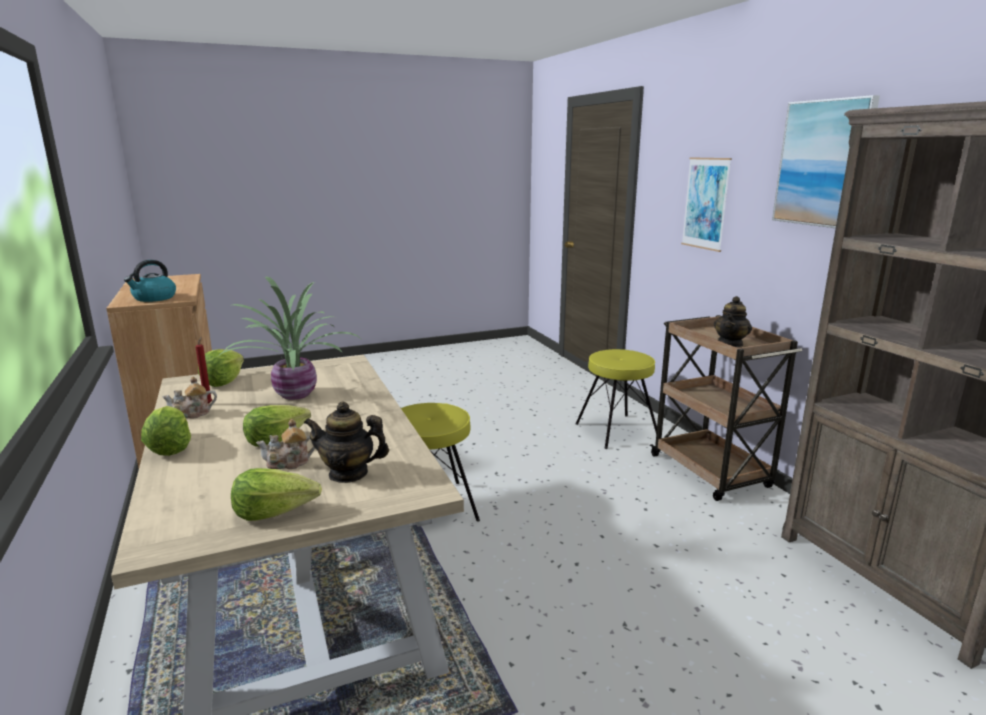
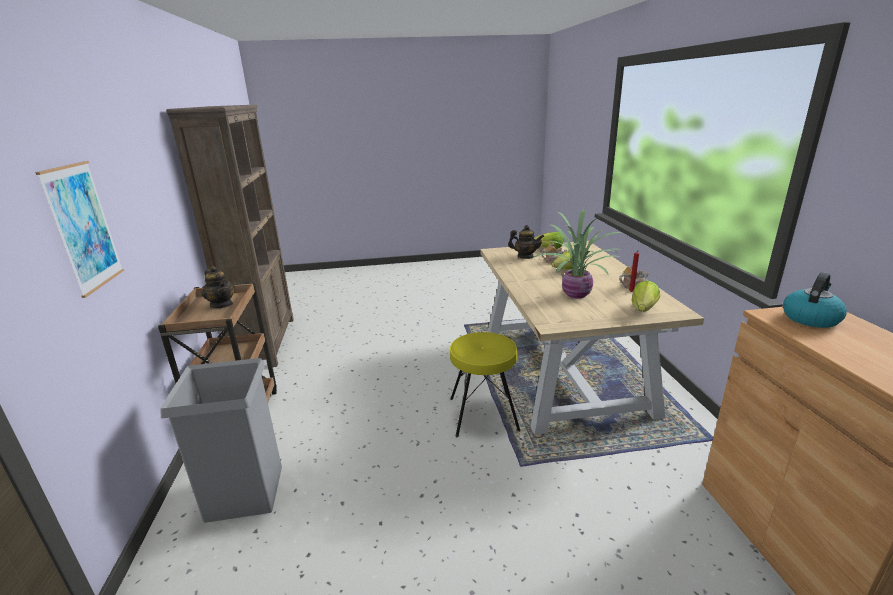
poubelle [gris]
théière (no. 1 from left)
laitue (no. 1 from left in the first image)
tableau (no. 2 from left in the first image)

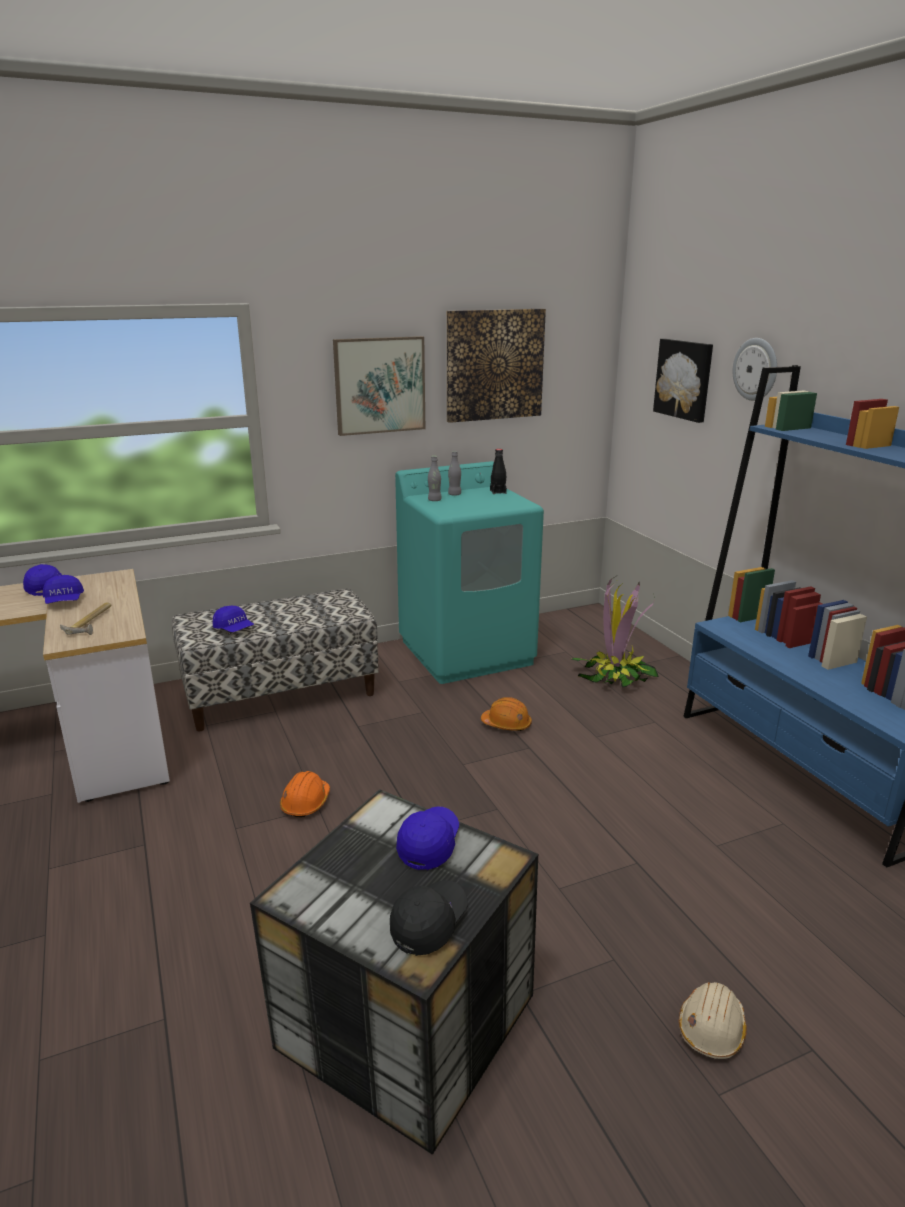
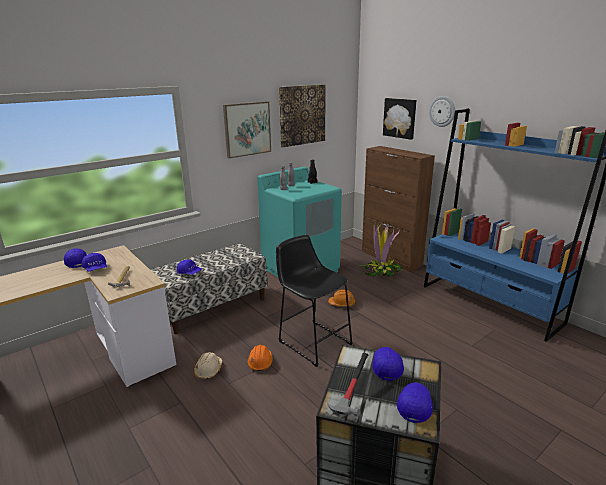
casque de chantier [beige]
tabouret [noir]
marteau (no. 2 from left)
meuble de rangement [marron]
casquette [bleu] (no. 5 from left)

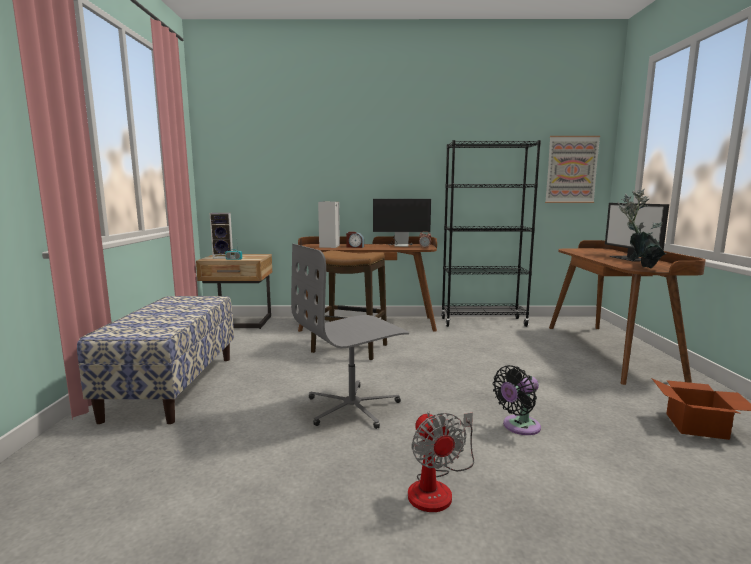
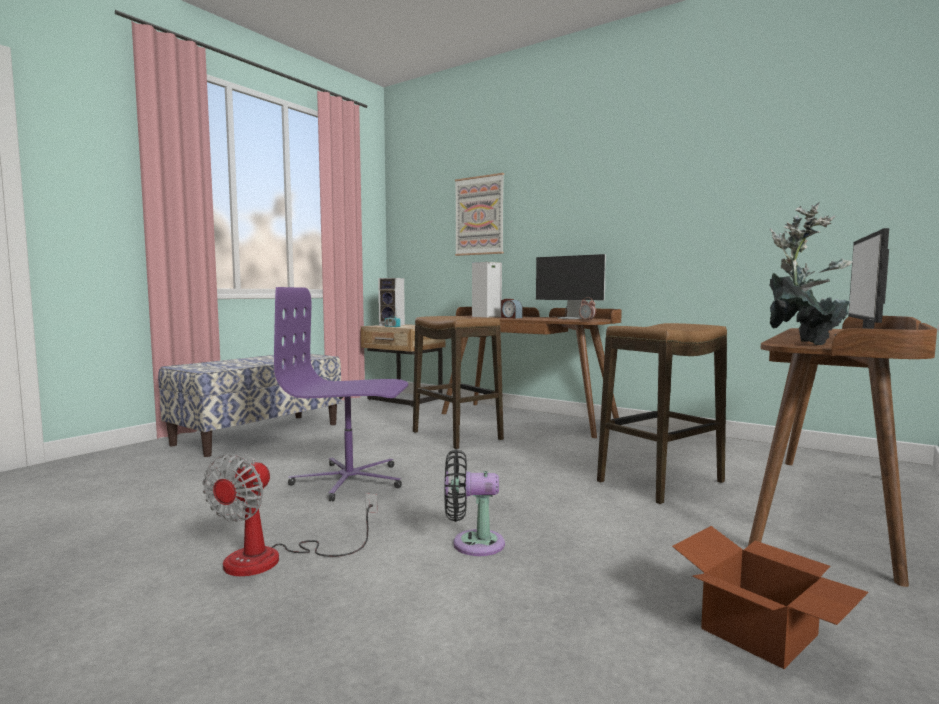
chaise de bureau [violet]
tableau
tabouret (no. 2 from left)
bibliothèque [noir]

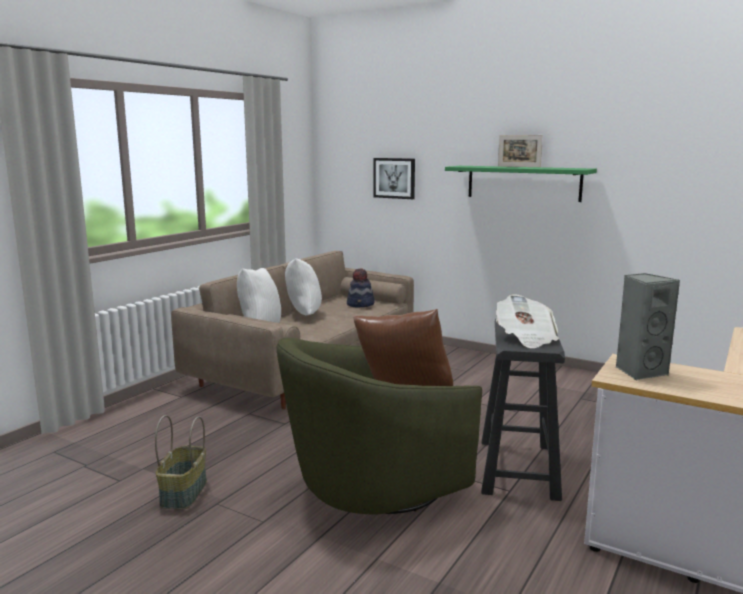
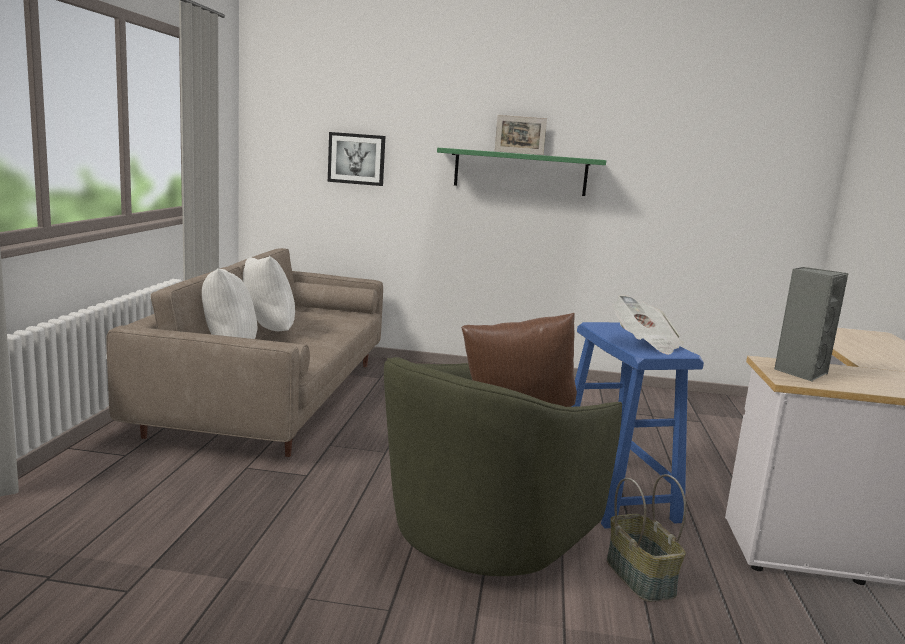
tabouret [bleu]
panier
chapeau

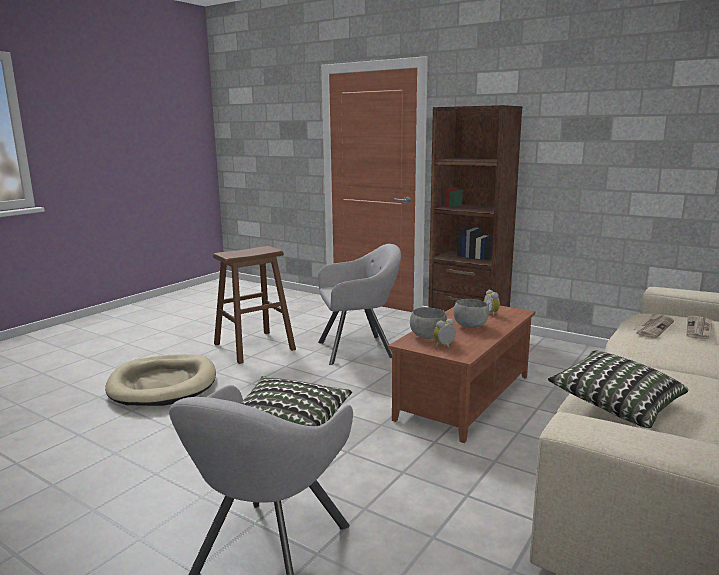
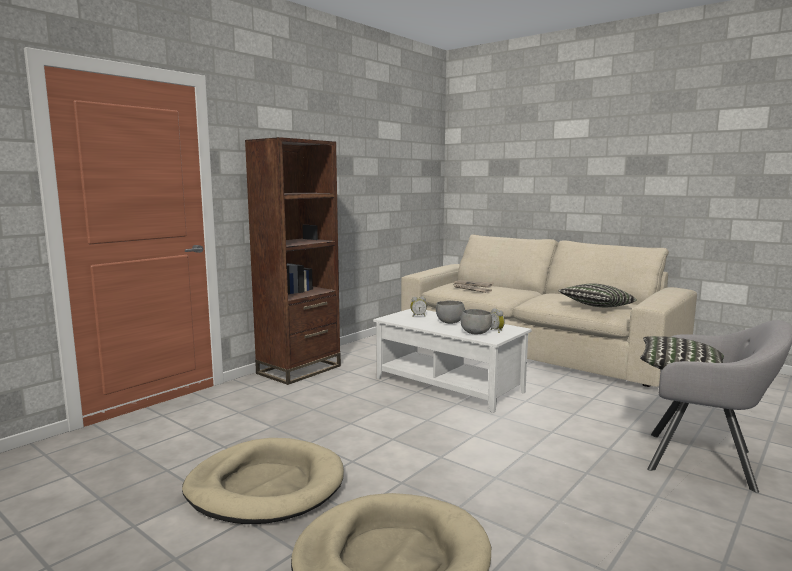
panier pour chien [beige] (no. 1 from left)
table basse [blanc]
fauteuil [gris] (no. 2 from left in the first image)

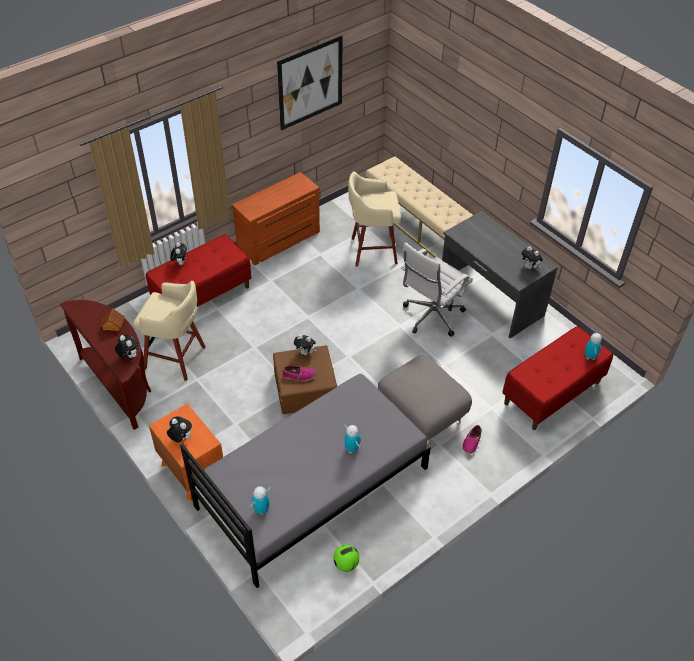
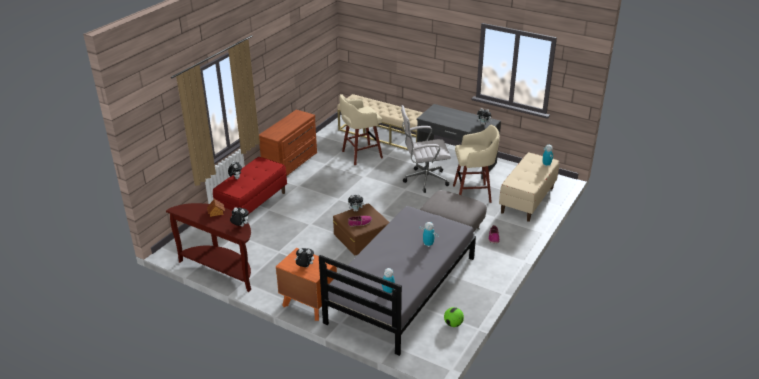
chaise de bureau [blanc]
tabouret [beige] (no. 2 from left)
banc [beige] (no. 2 from left)
tableau

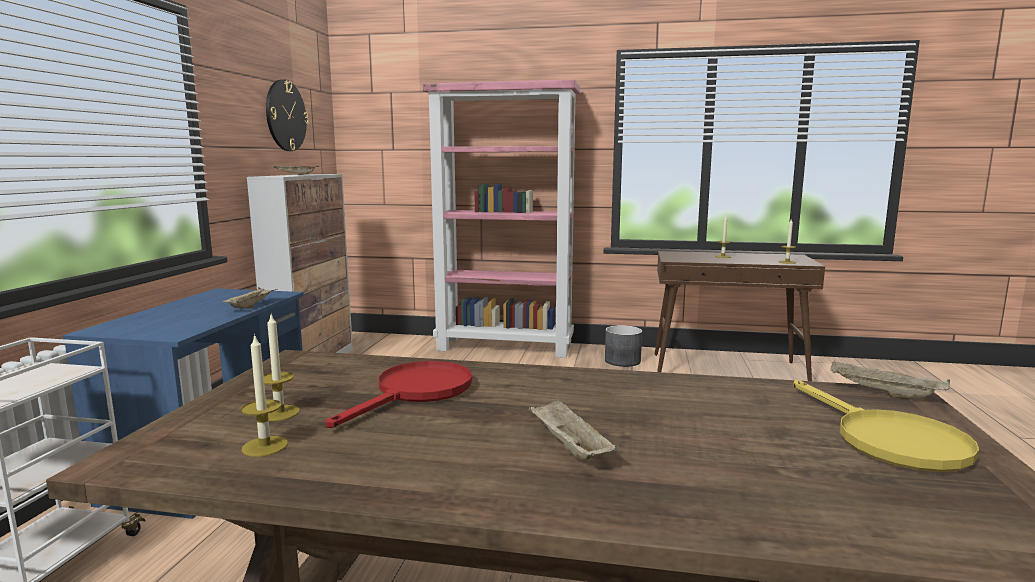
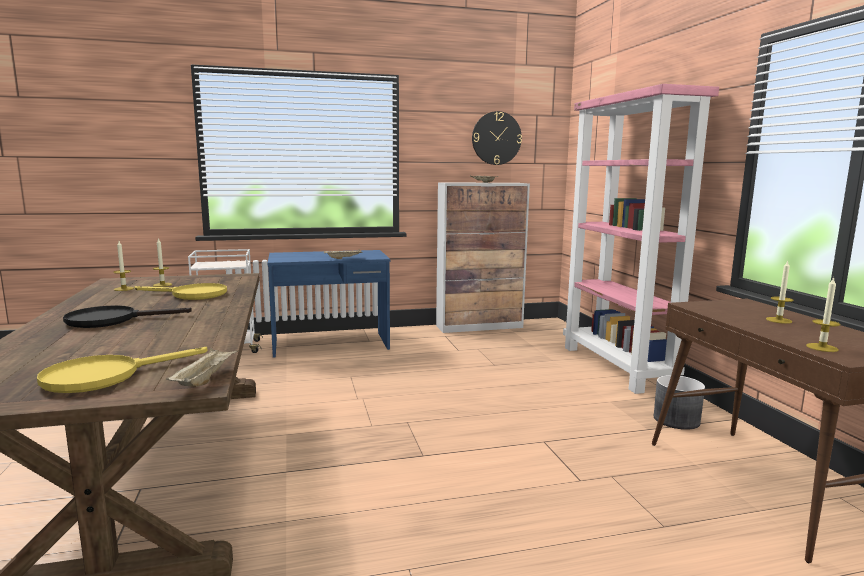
poêle [noir]
poêle [jaune] (no. 2 from left)

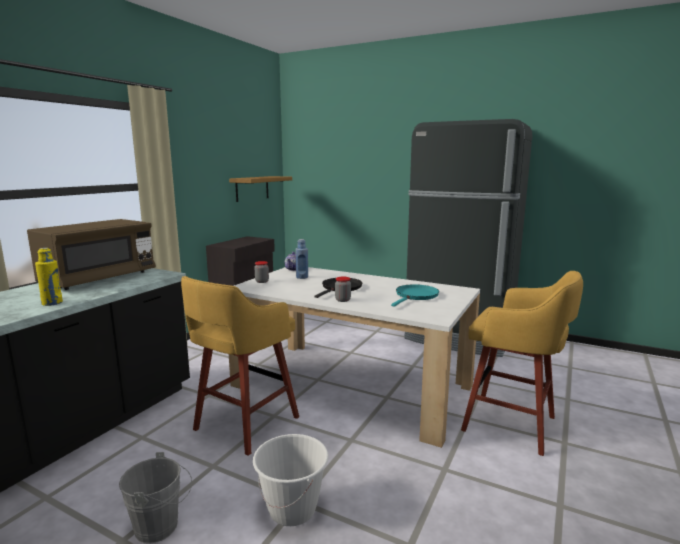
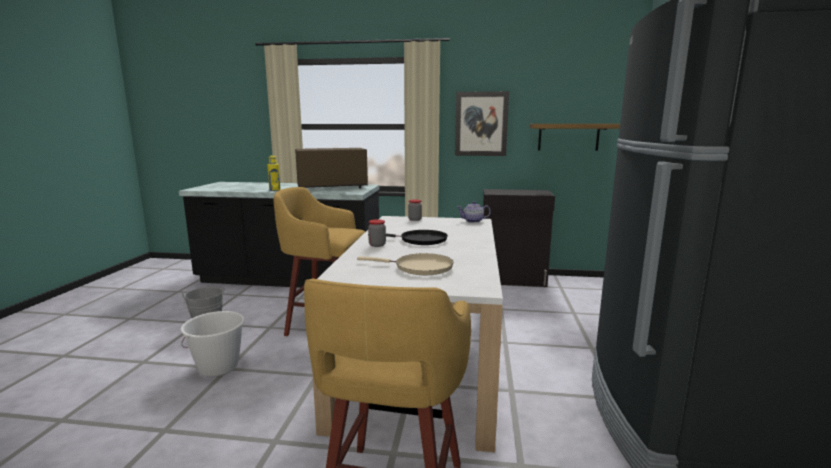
micro-ondes [marron]
poêle [beige]
tableau
bouteille [bleu]

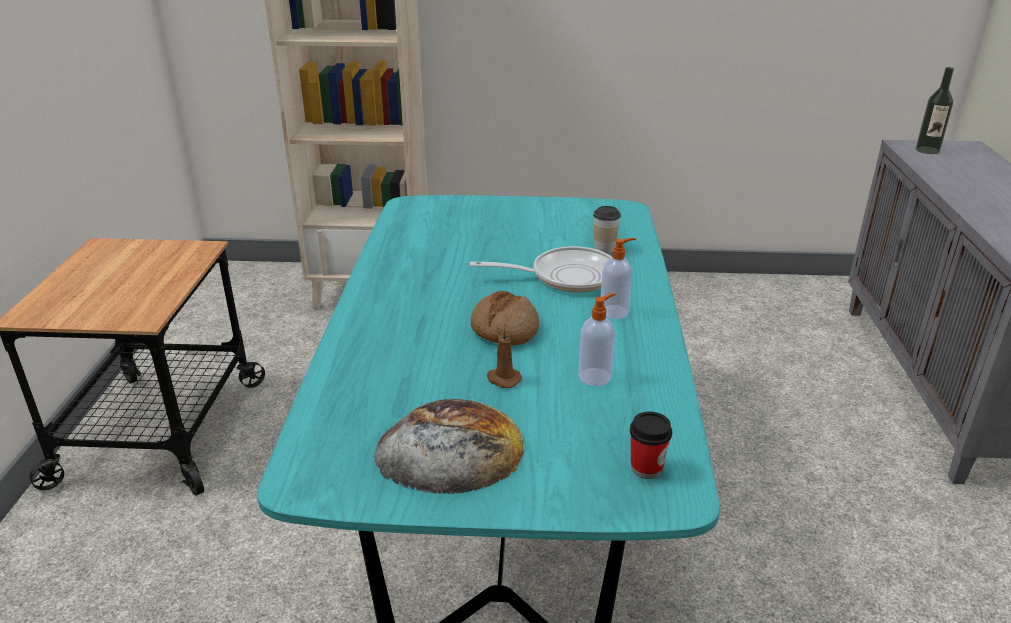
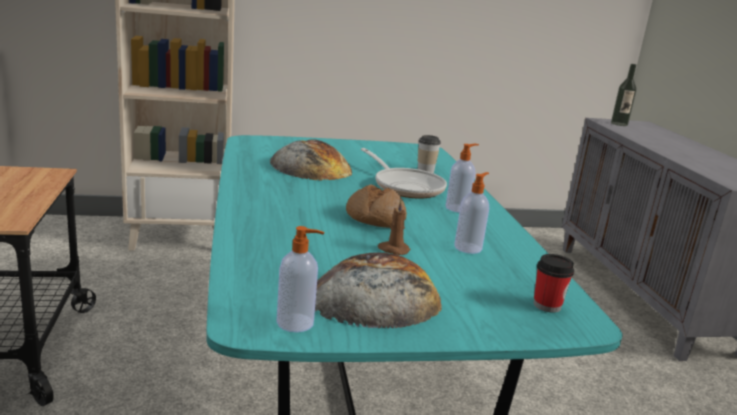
pain (no. 1 from left)
distributeur de savon (no. 1 from left)
poêle

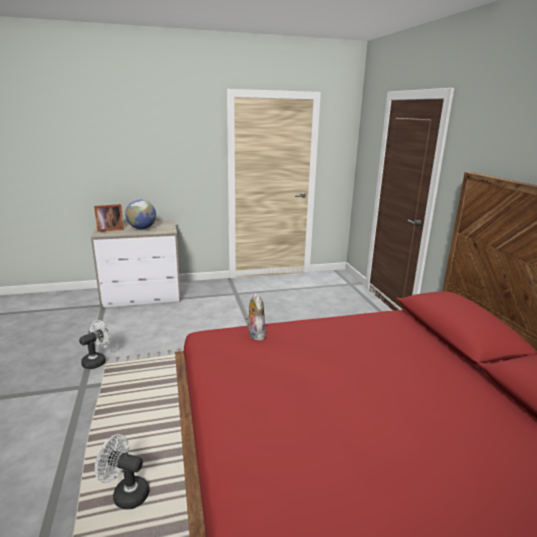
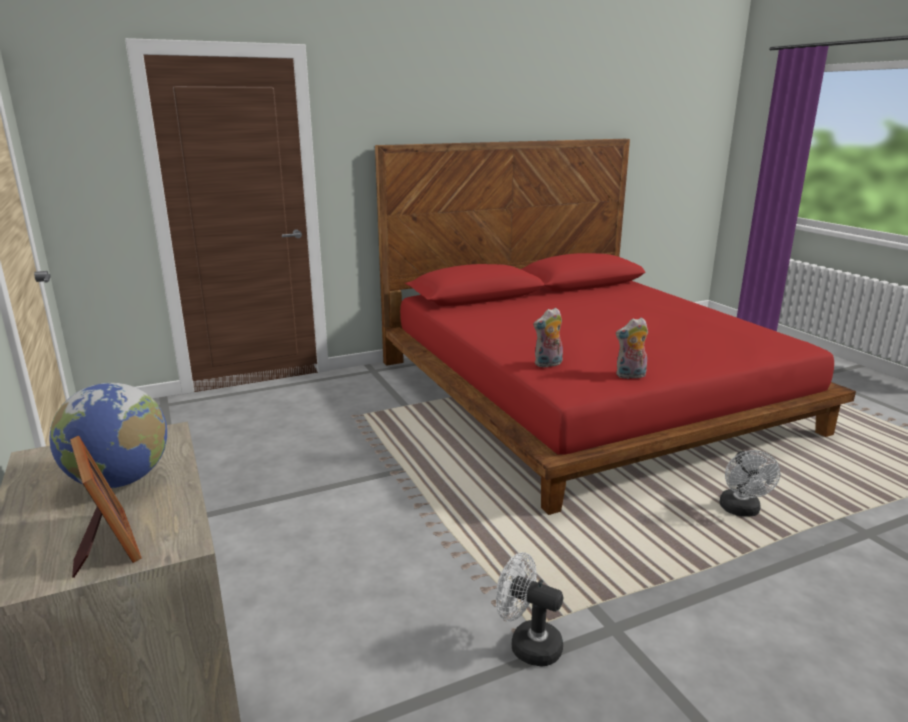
peluche (no. 2 from left)

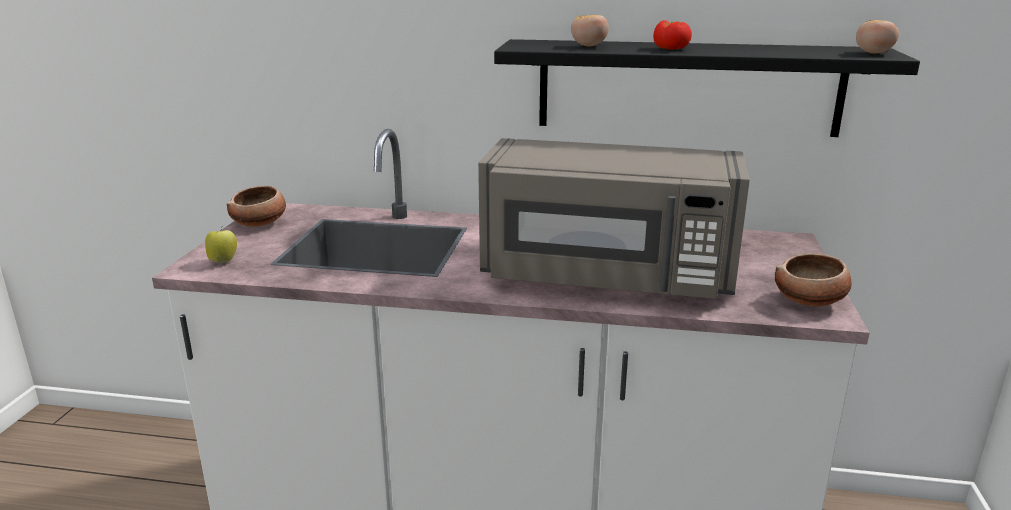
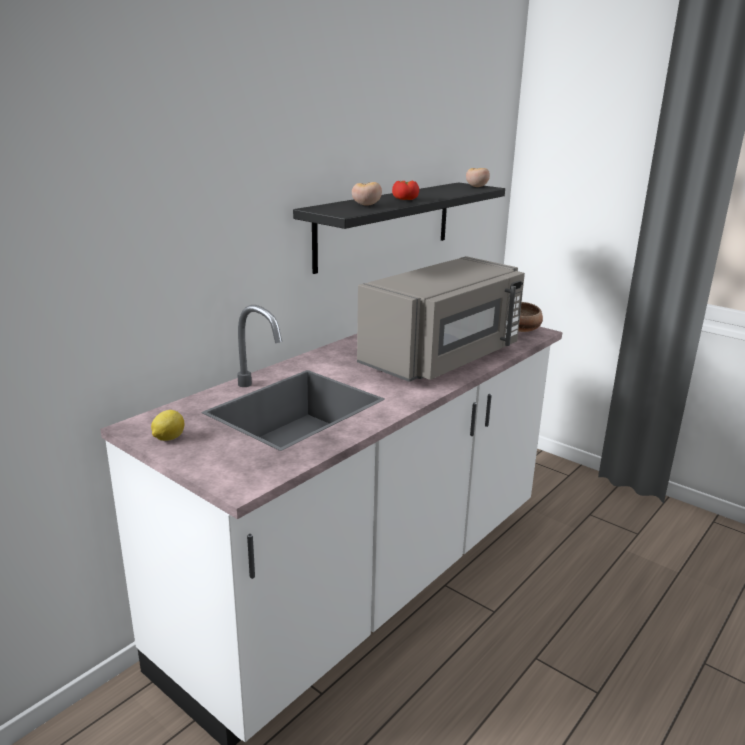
citron
pomme

